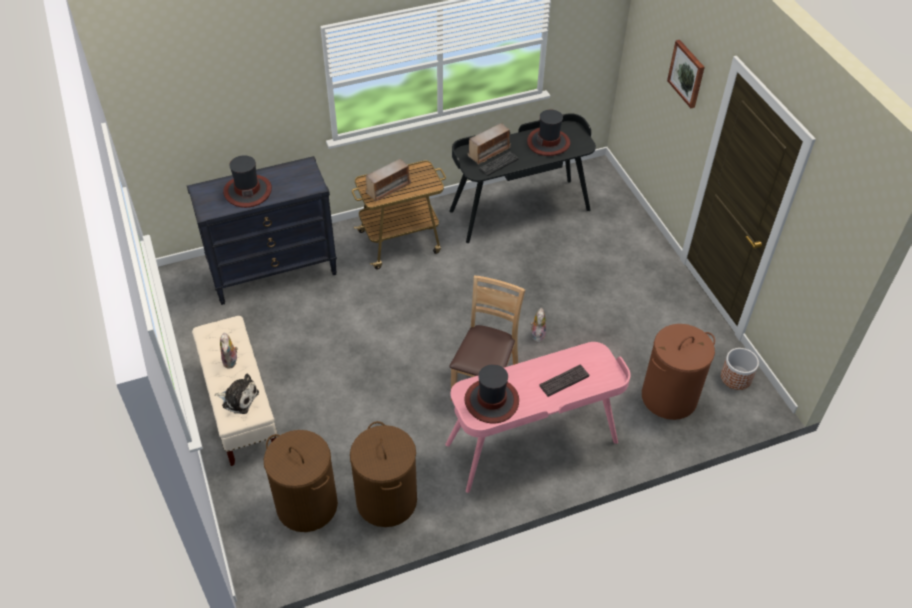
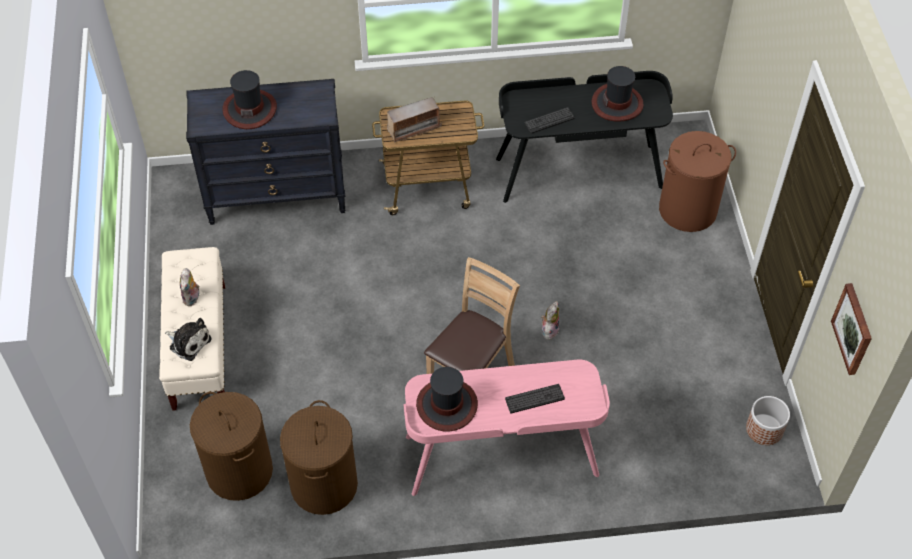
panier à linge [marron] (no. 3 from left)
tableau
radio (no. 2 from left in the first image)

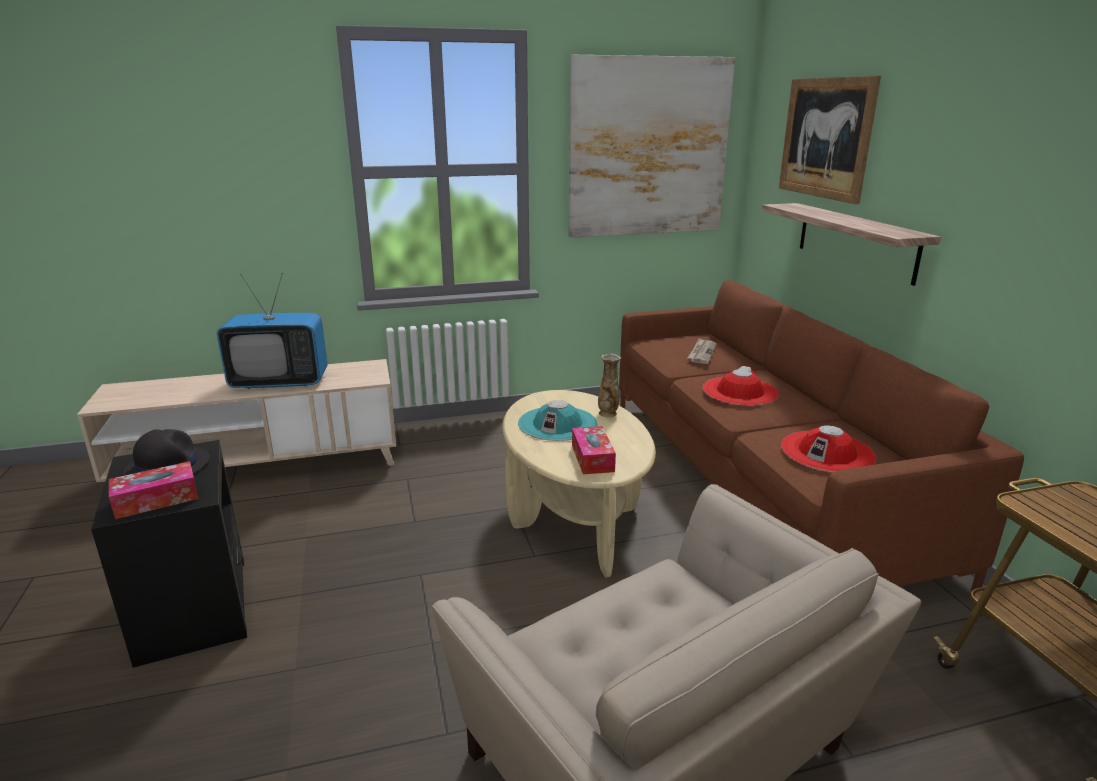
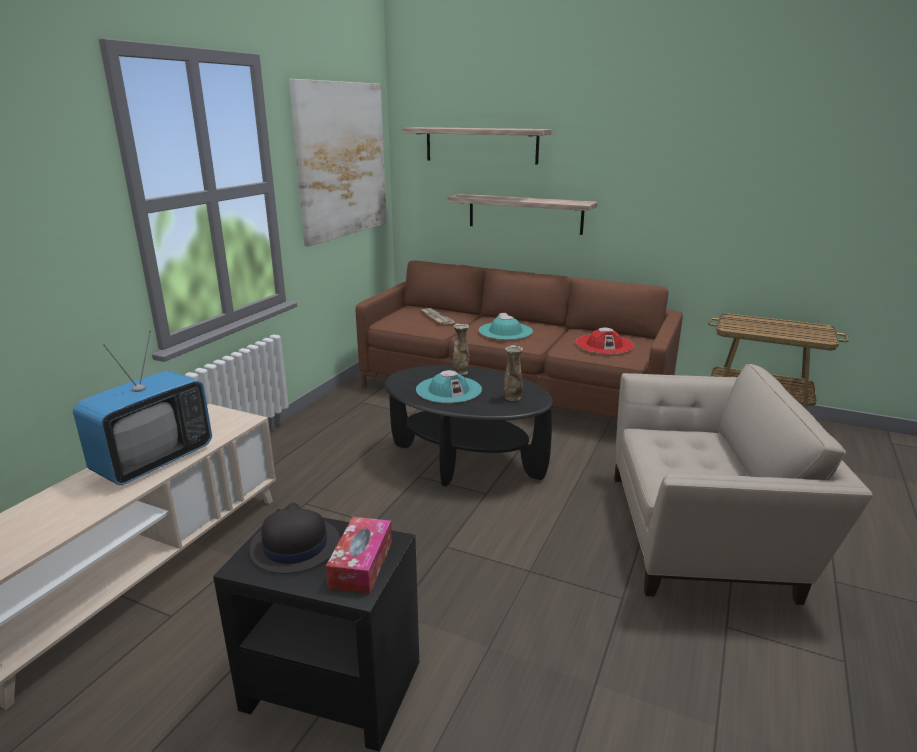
table basse [noir]
étagère (no. 1 from left)
chapeau [turquoise] (no. 2 from left)
vase (no. 2 from left)

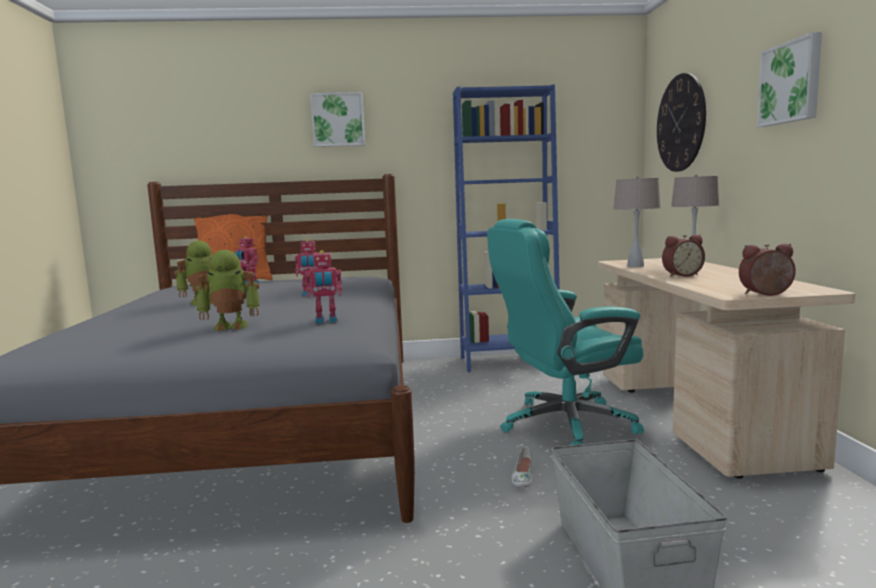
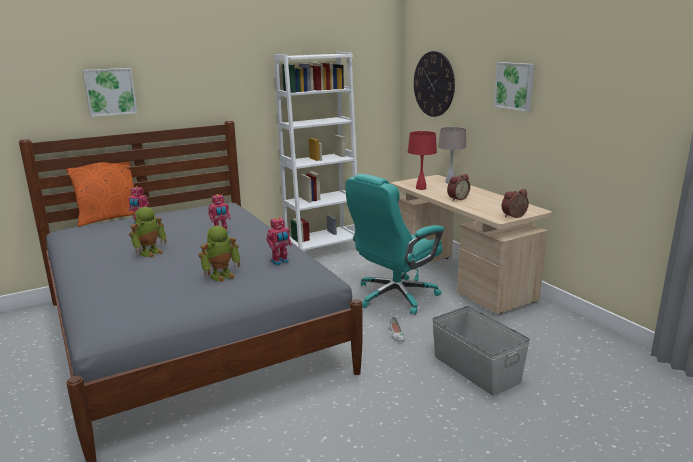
tableau (no. 1 from left)
bibliothèque [blanc]
lampe de table [rouge]

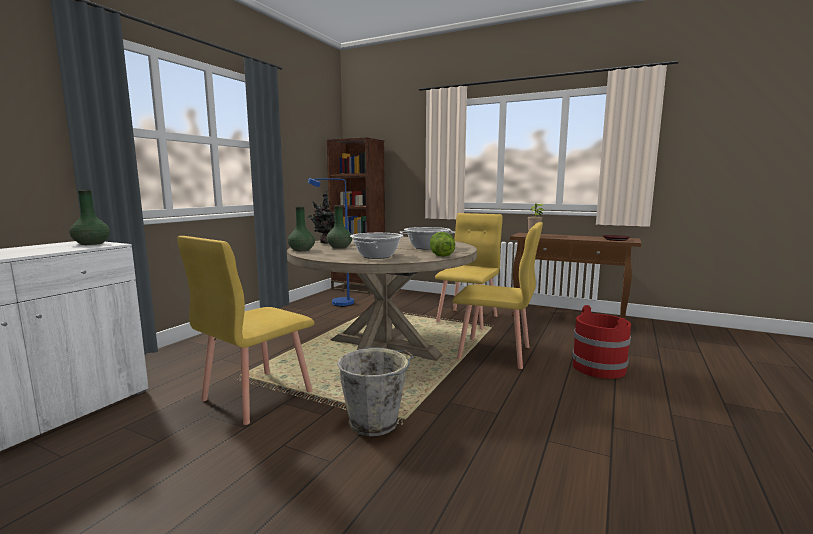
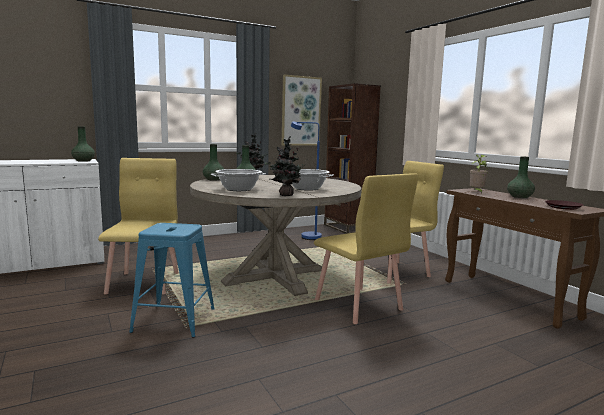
chaise [jaune] (no. 1 from left)
tabouret [bleu]
plante en pot (no. 2 from left)
tableau
vase [vert] (no. 4 from left)
seau [rouge]

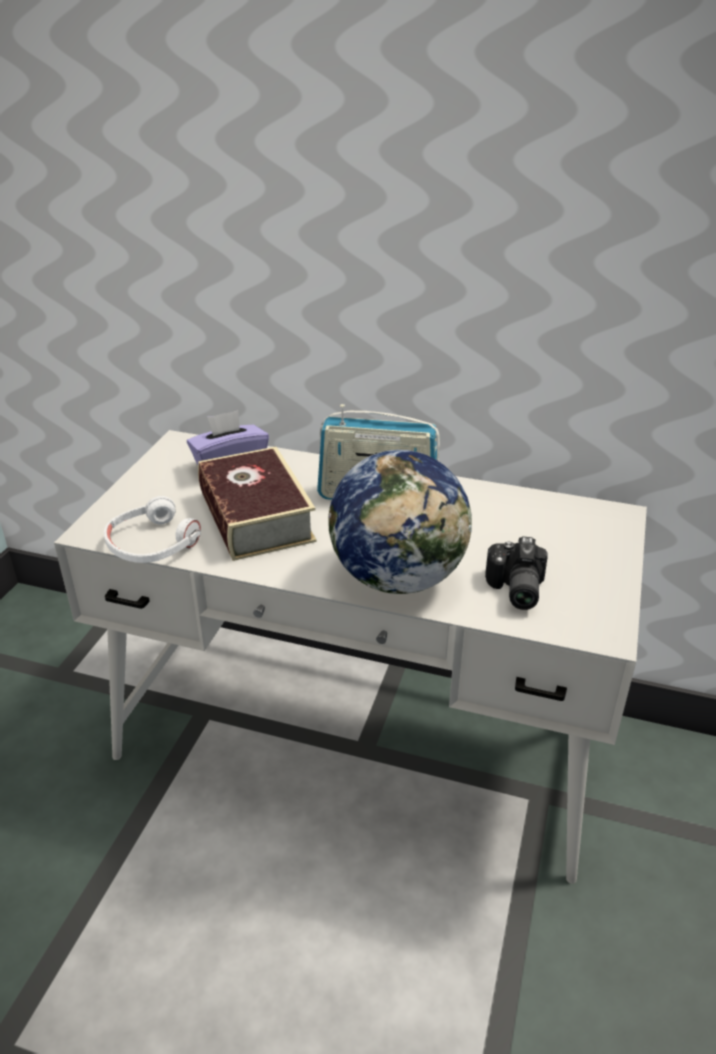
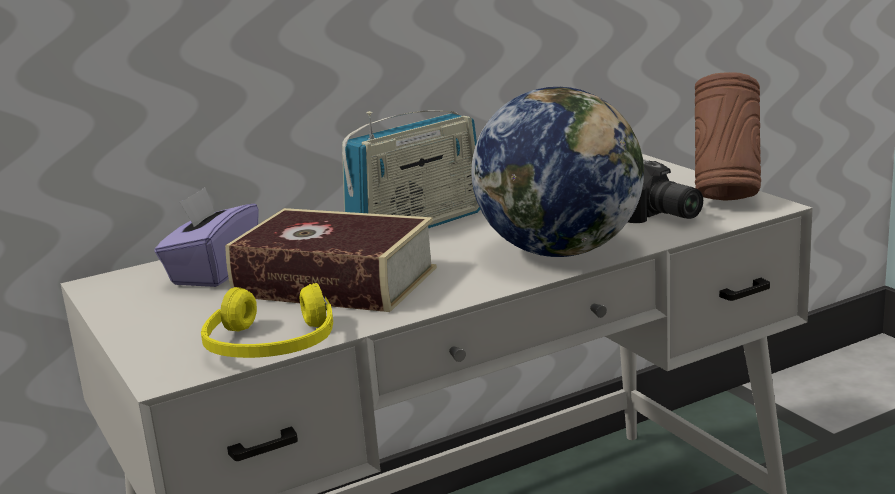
casque audio [jaune]
vase [marron]

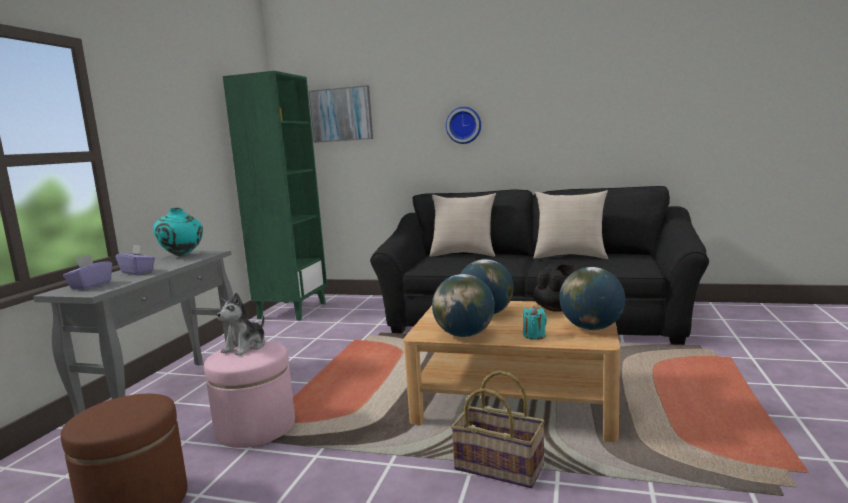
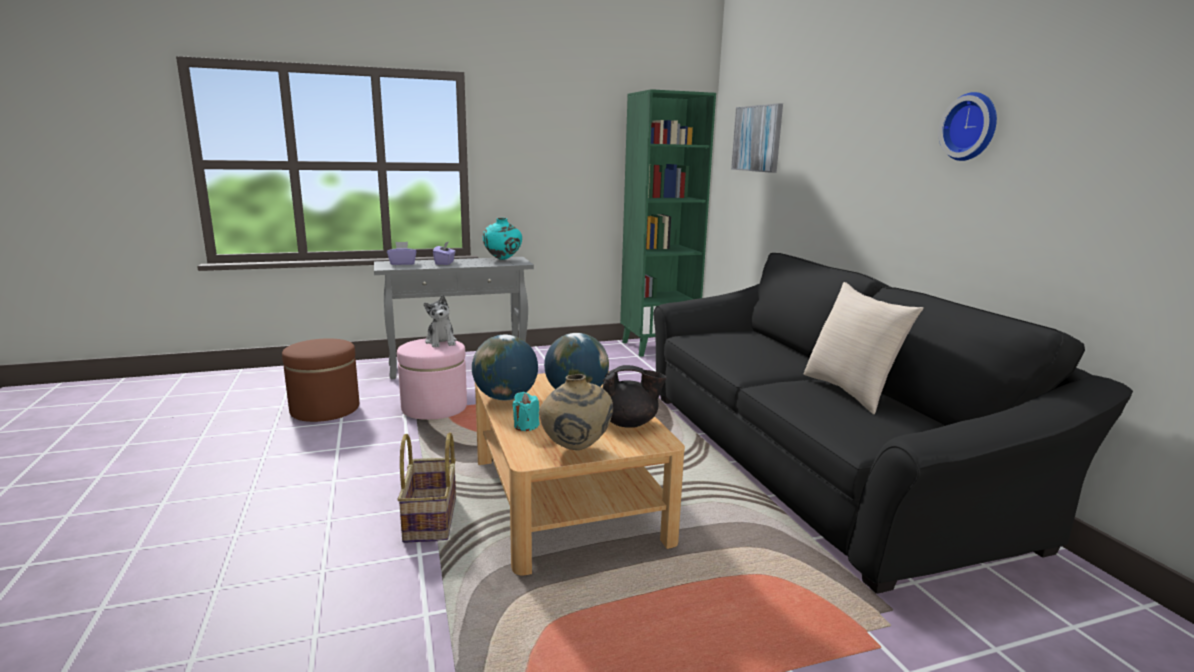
peluche
vase [beige]
horloge murale
coussin [beige] (no. 1 from left in the first image)

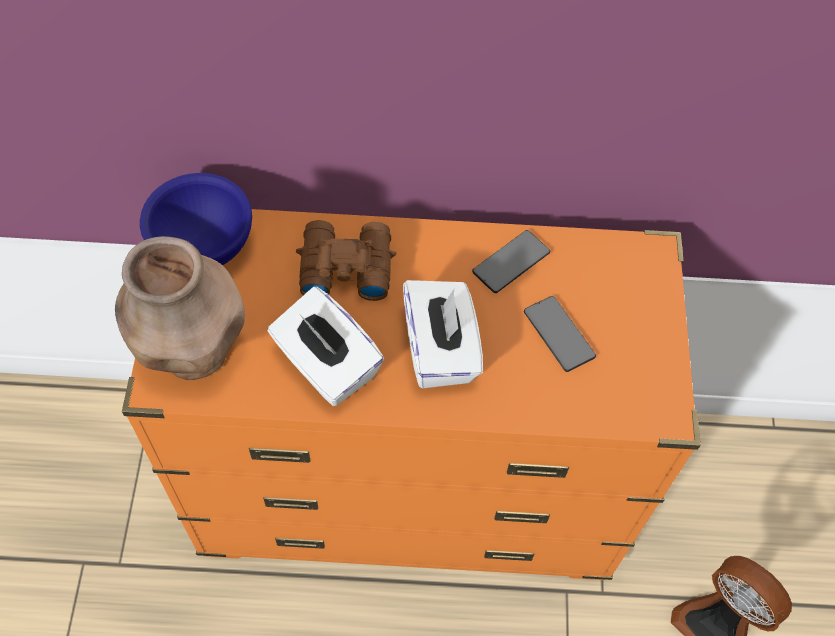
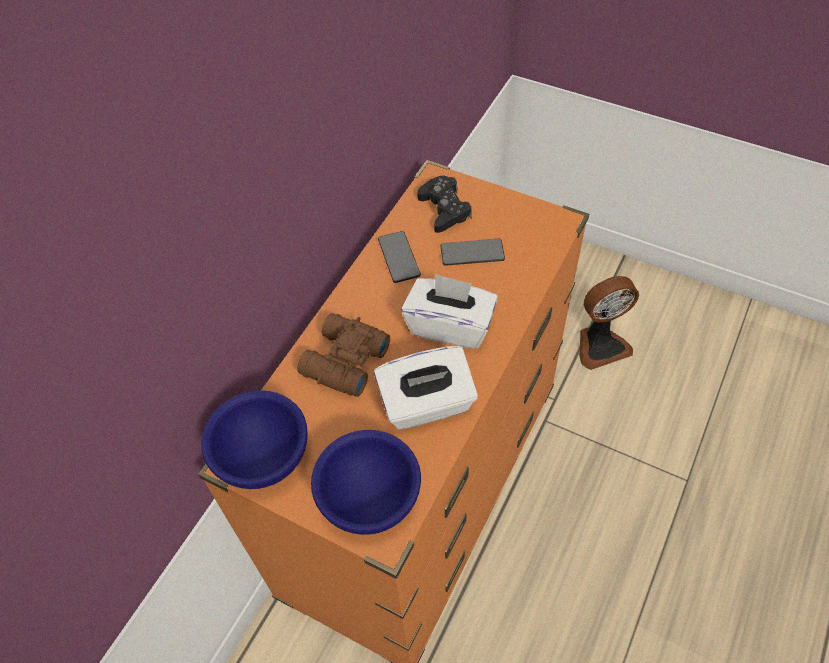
bol [bleu] (no. 2 from left)
manette [noir]

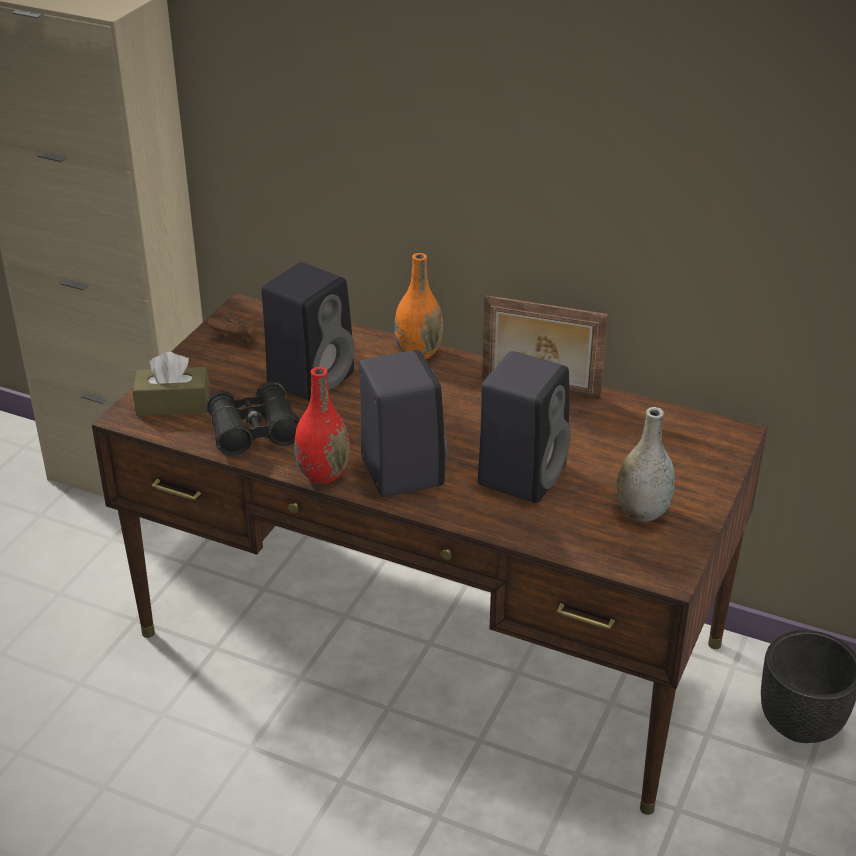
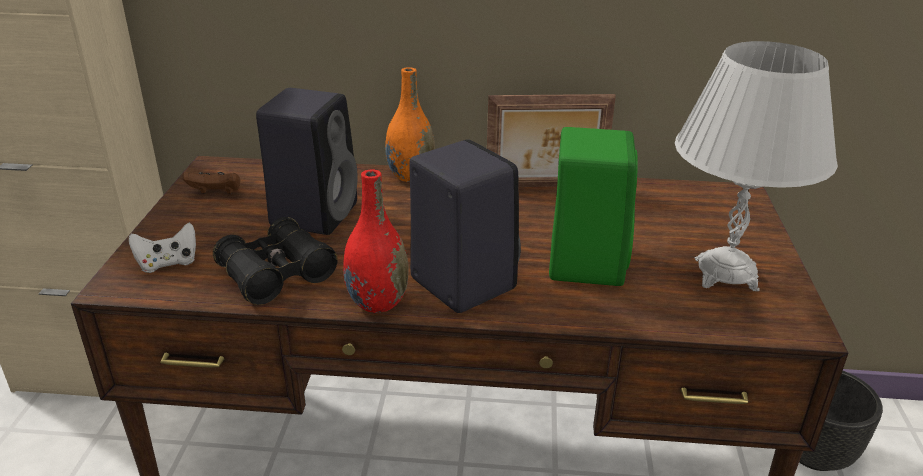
manette [blanc]
enceinte [vert]
lampe de table [blanc]

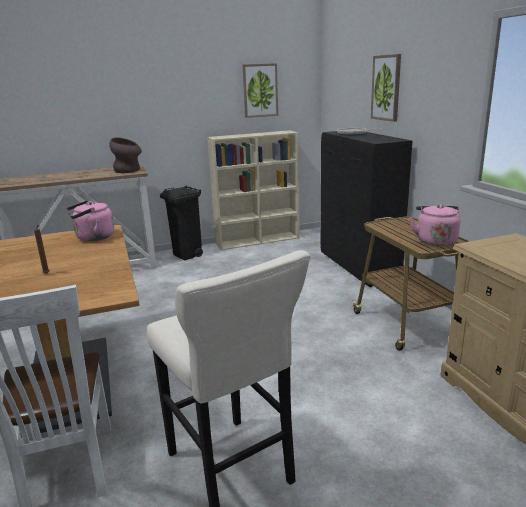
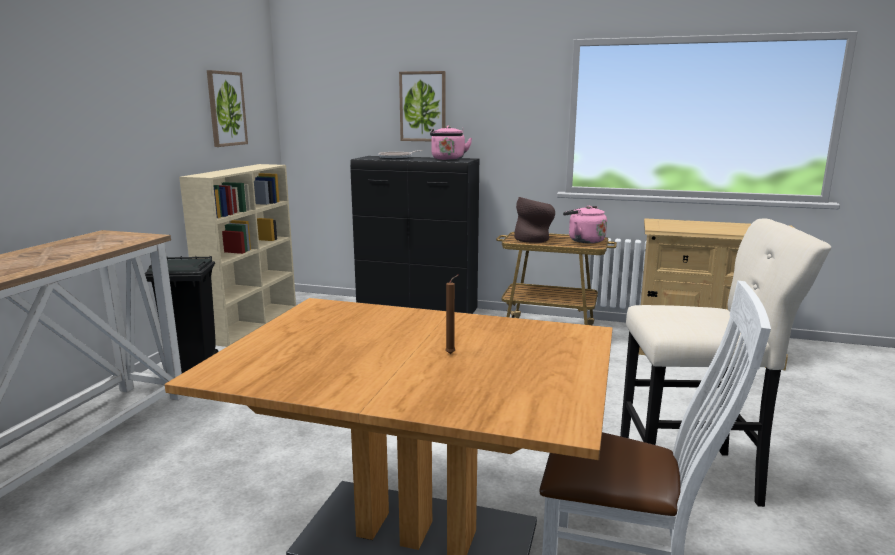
bouilloire [rose] (no. 1 from left)
vase [marron]

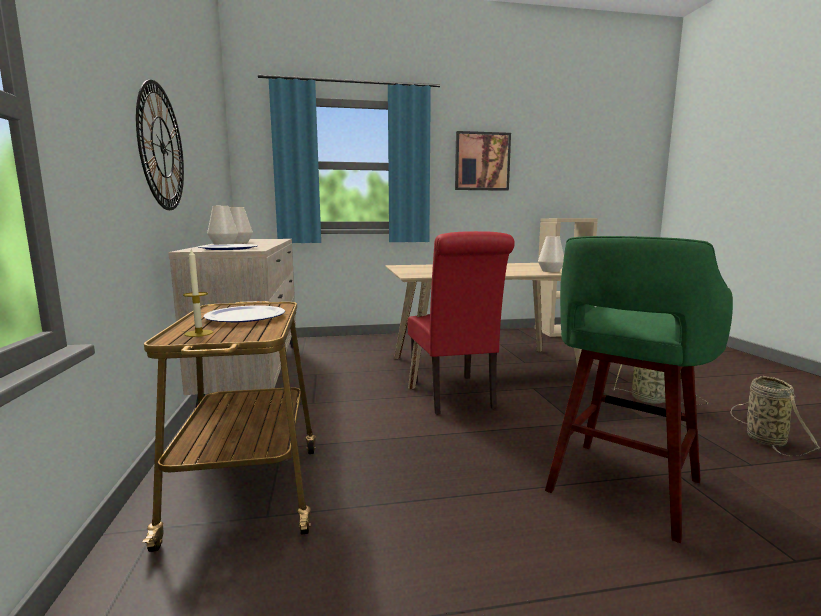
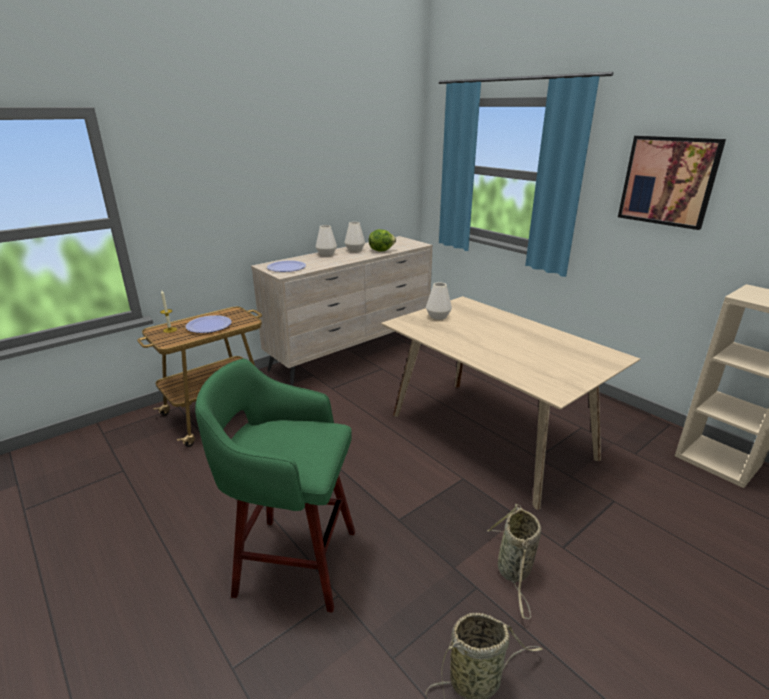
laitue
vase [blanc] (no. 3 from left)
horloge murale
chaise [rouge]

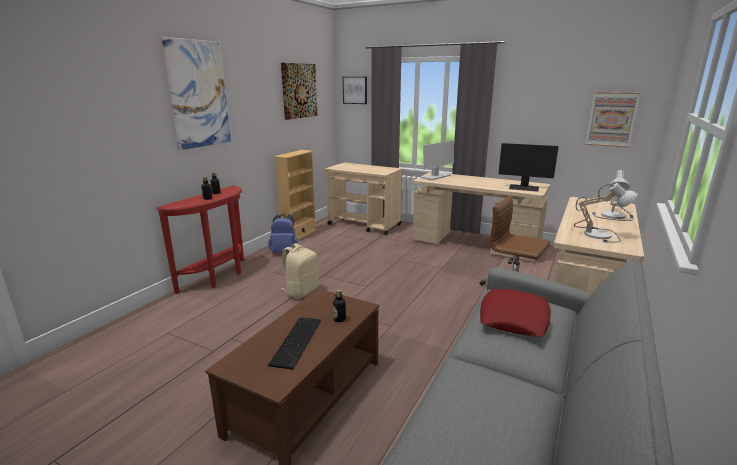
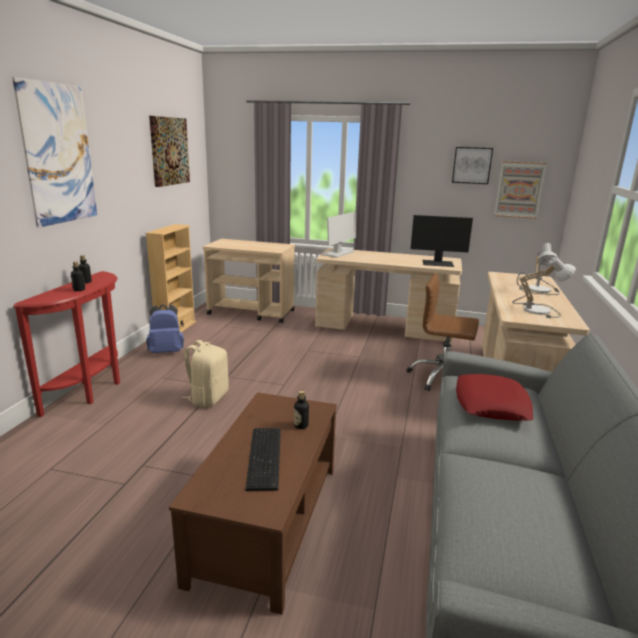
tableau (no. 3 from left)

